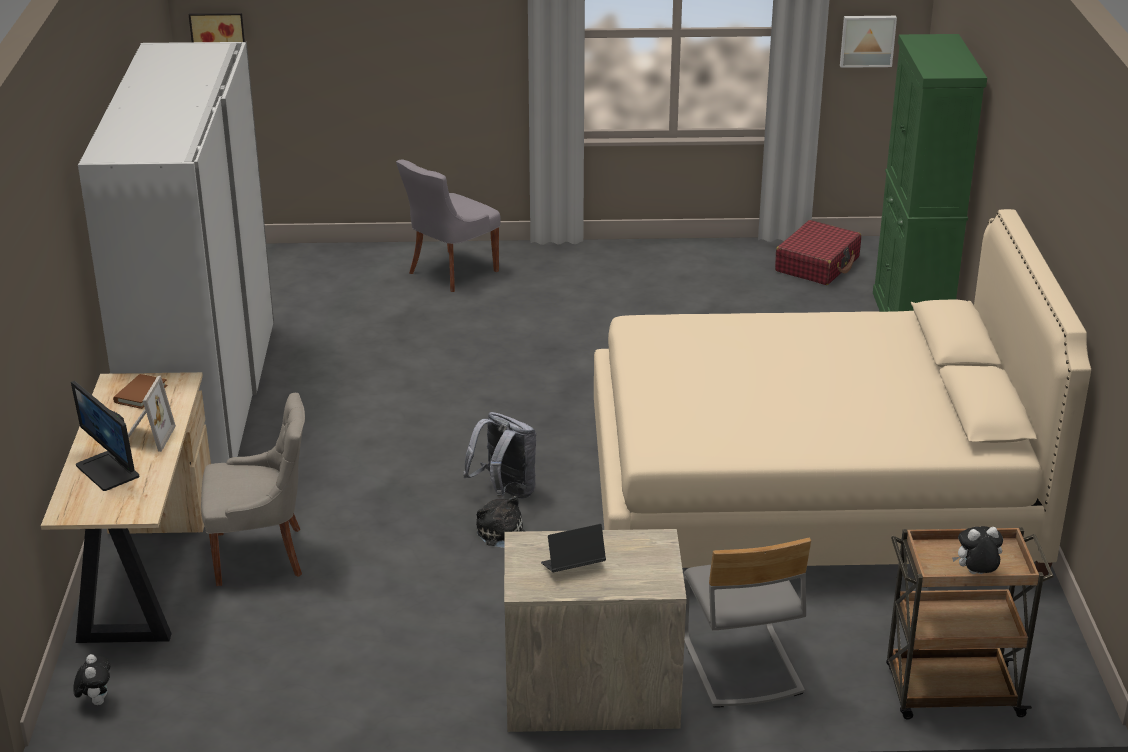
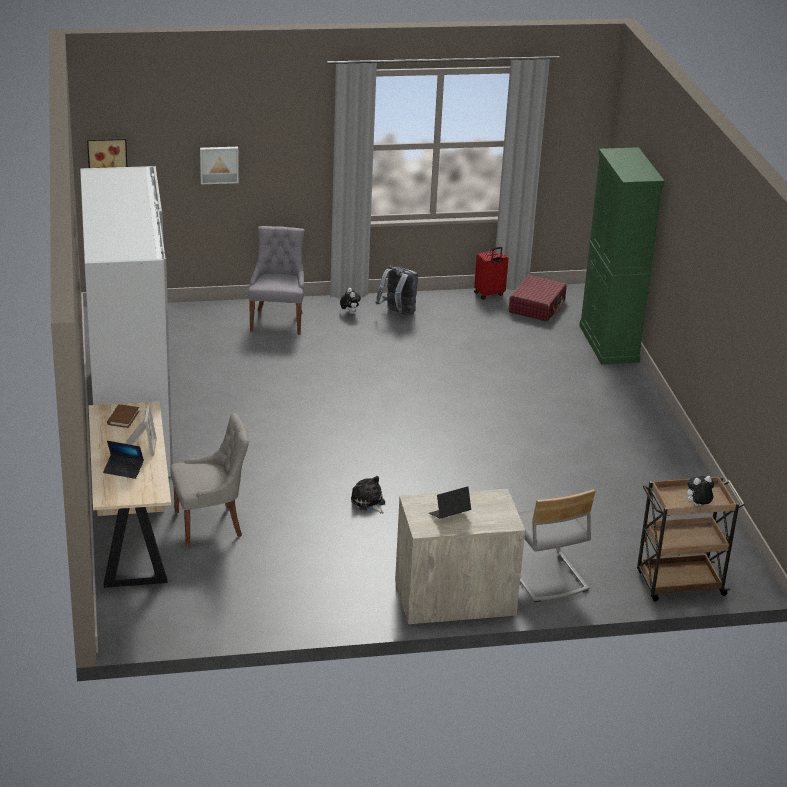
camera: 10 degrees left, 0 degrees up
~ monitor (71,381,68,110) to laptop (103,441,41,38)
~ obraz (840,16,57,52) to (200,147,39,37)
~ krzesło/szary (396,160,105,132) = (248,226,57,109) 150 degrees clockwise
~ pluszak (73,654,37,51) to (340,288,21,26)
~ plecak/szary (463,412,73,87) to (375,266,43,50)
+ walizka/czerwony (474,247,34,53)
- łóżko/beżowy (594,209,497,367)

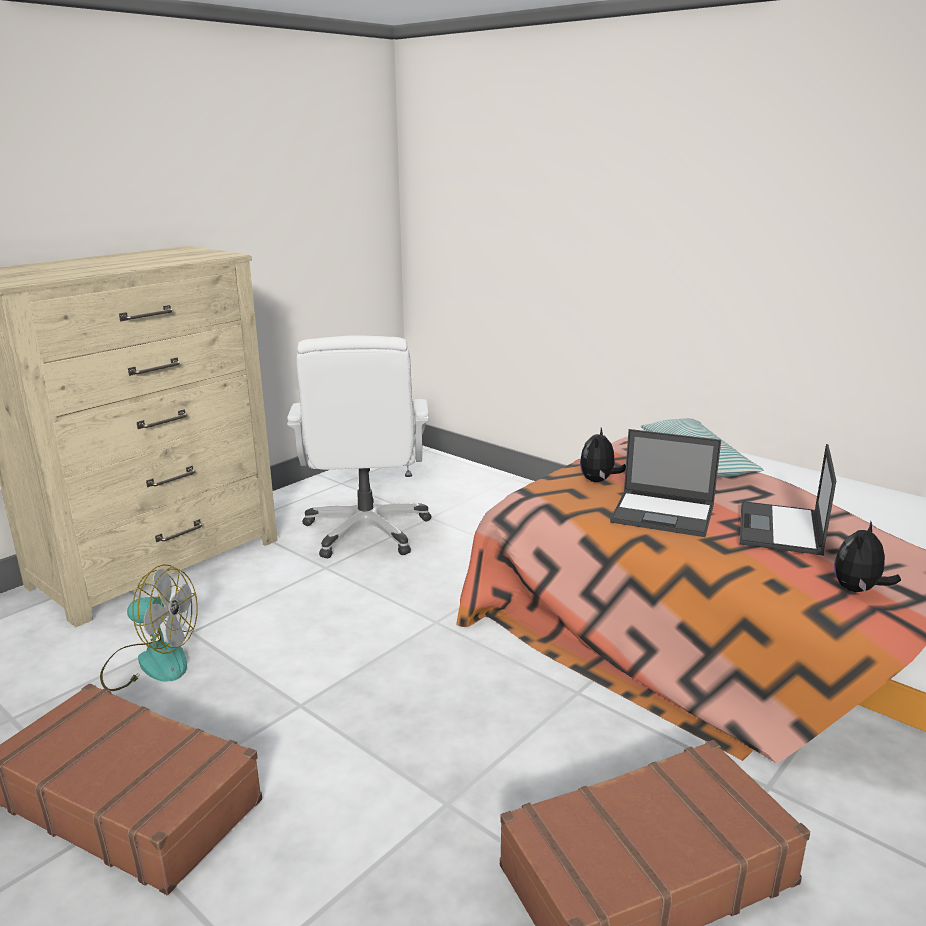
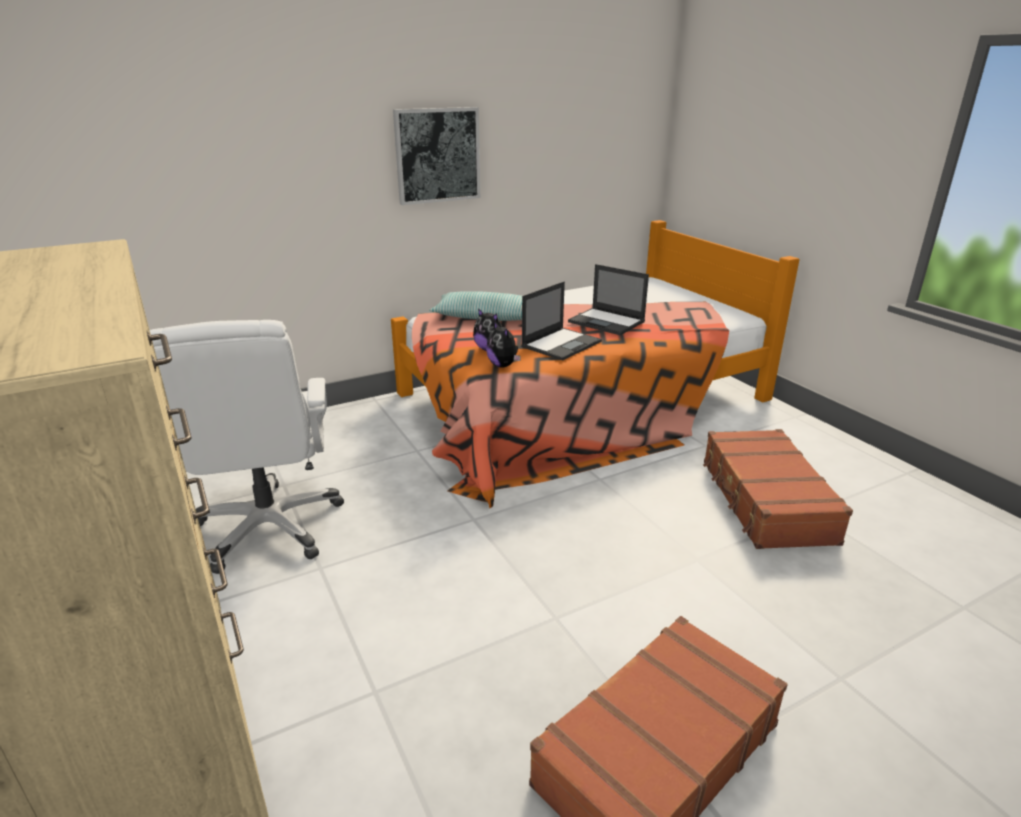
camera: 70 degrees left, 5 degrees up
~ krzesło biurowe/biały (287,335,145,223) = (150,320,194,254) 60 degrees clockwise
+ obraz (393,107,87,98)
~ pluszak (834,521,67,71) to (486,321,35,47)
- wentylator (100,564,98,127)

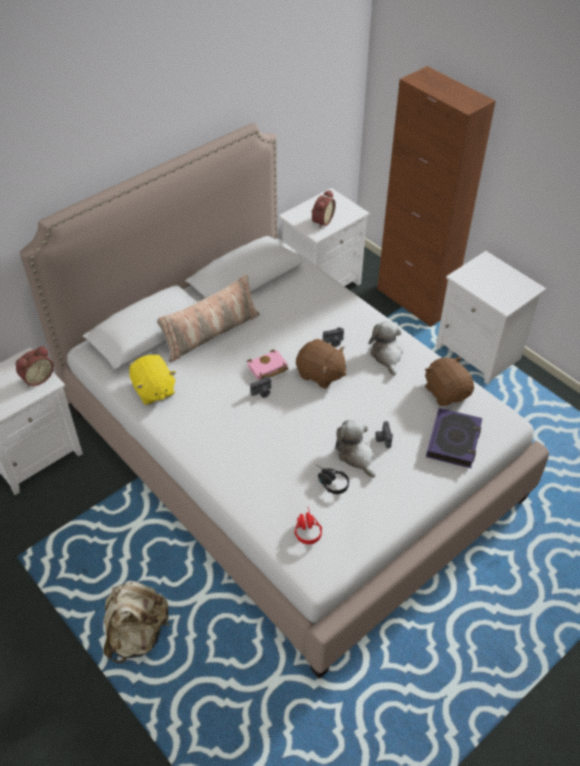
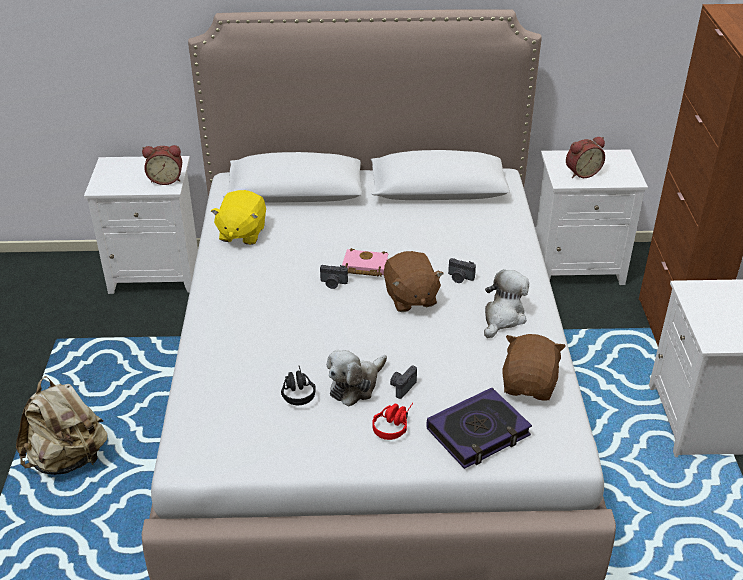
camera: 40 degrees right, 10 degrees down
~ pluszak (335,419,41,59) = (327,350,60,57) 150 degrees counterclockwise
~ słuchawki/czerwony (294,508,28,36) to (372,403,41,37)
- poduszka (157,274,103,88)

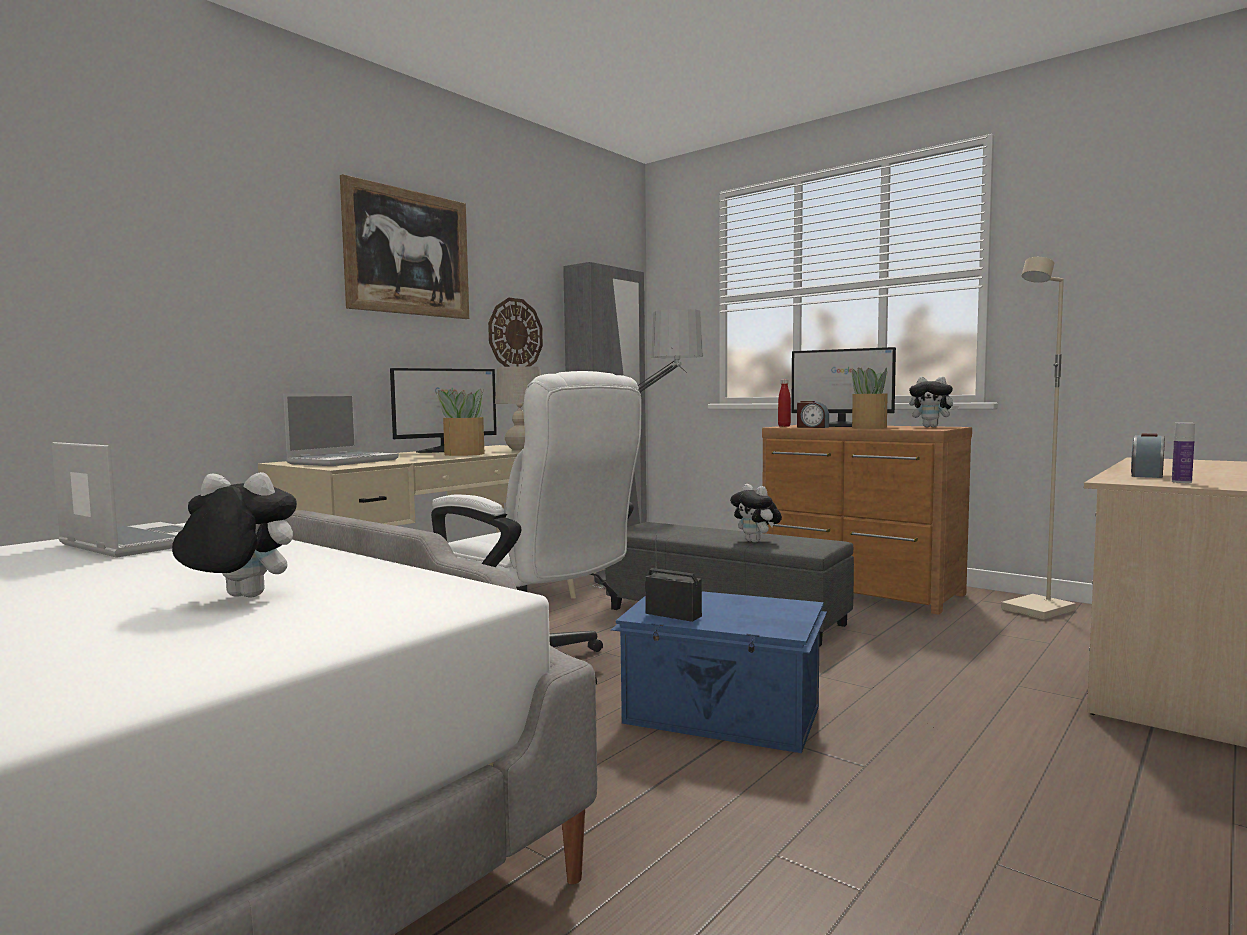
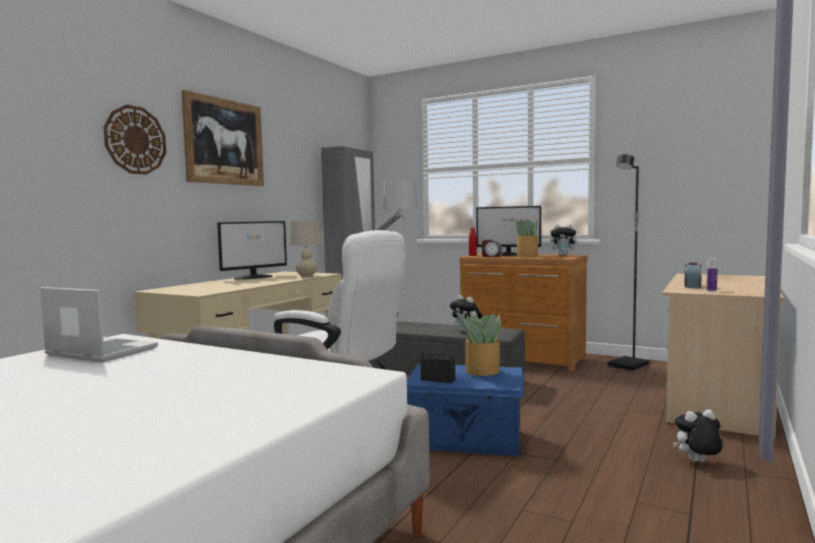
camera: 10 degrees left, 0 degrees up
~ zegar ścienny (488,298,55,69) to (104,105,62,70)
~ roślina doniczkowa (435,388,49,68) to (459,313,42,63)
~ lampa stojąca/beżowy (1001,257,75,363) to lampa stojąca/czarny (608,154,41,217)
~ pluszak (172,472,125,126) to (673,410,50,52)
- laptop (283,393,116,73)

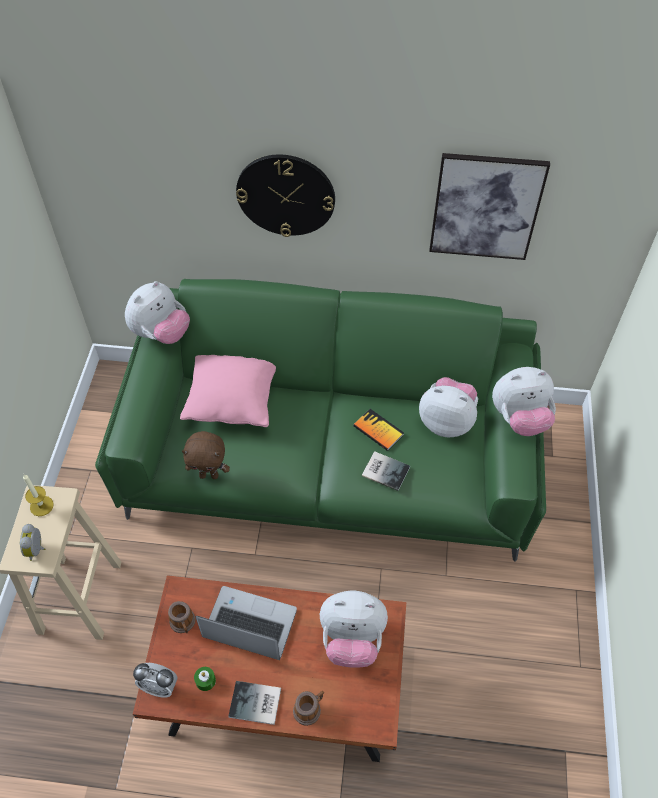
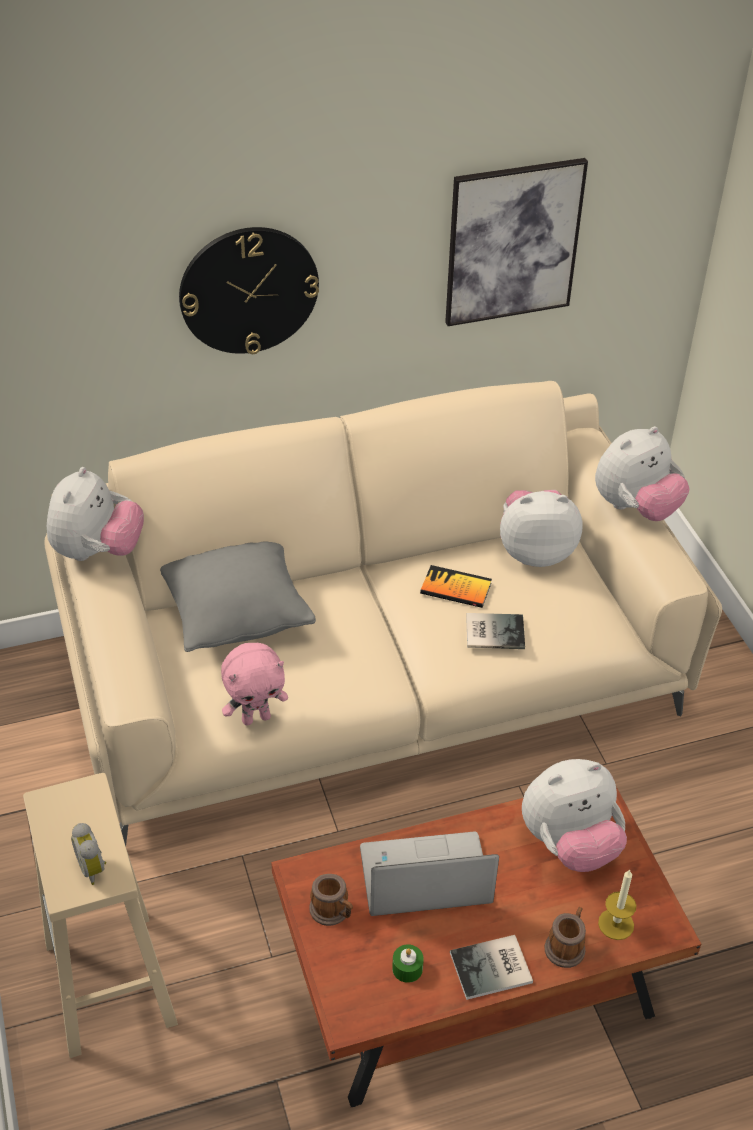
camera: 25 degrees left, 10 degrees down
~ kanapa/zielony (95,279,451,283) to kanapa/beżowy (45,381,677,465)
~ poduszka/różowy (180,355,96,72) to poduszka/szary (160,541,156,111)
~ pluszak/brązowy (182,431,48,48) to pluszak/różowy (221,643,67,82)
~ świeca (23,474,31,42) to (598,869,38,71)
- budzik (133,663,45,35)

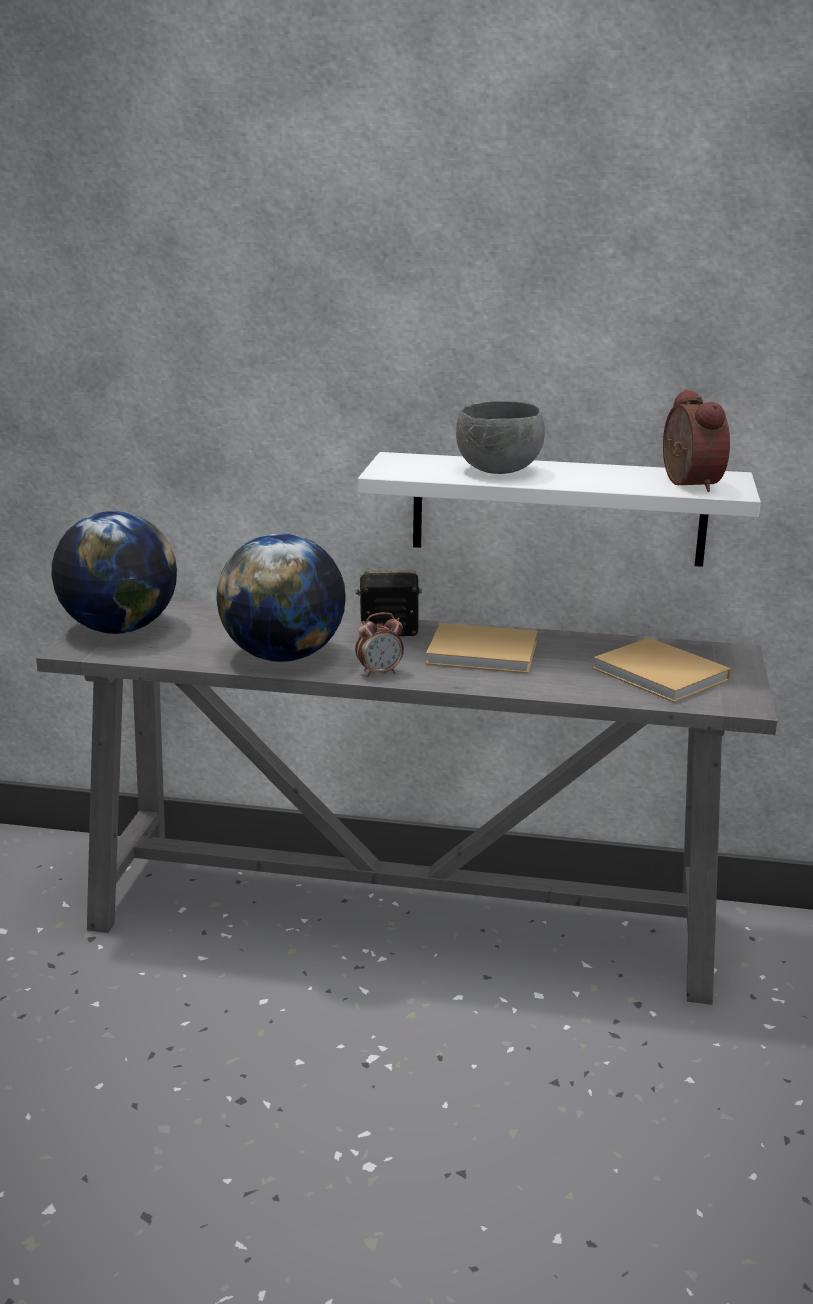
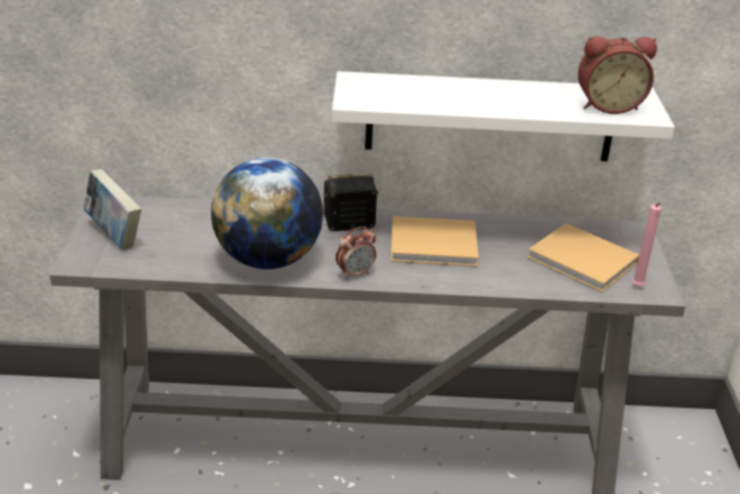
camera: 10 degrees left, 10 degrees up
~ globus (52,511,125,123) to książka (84,169,57,81)
~ budzik (663,389,67,103) = (578,36,79,78) 105 degrees clockwise
+ świeca/różowy (632,203,30,84)
- miska/szary (456,401,89,73)

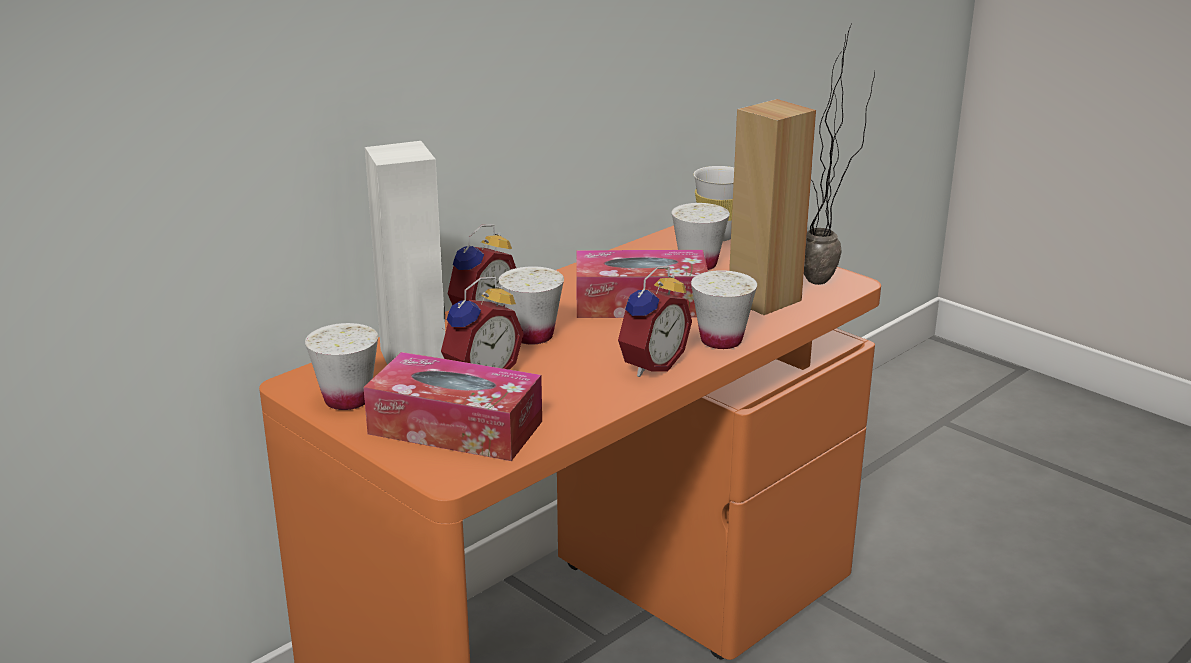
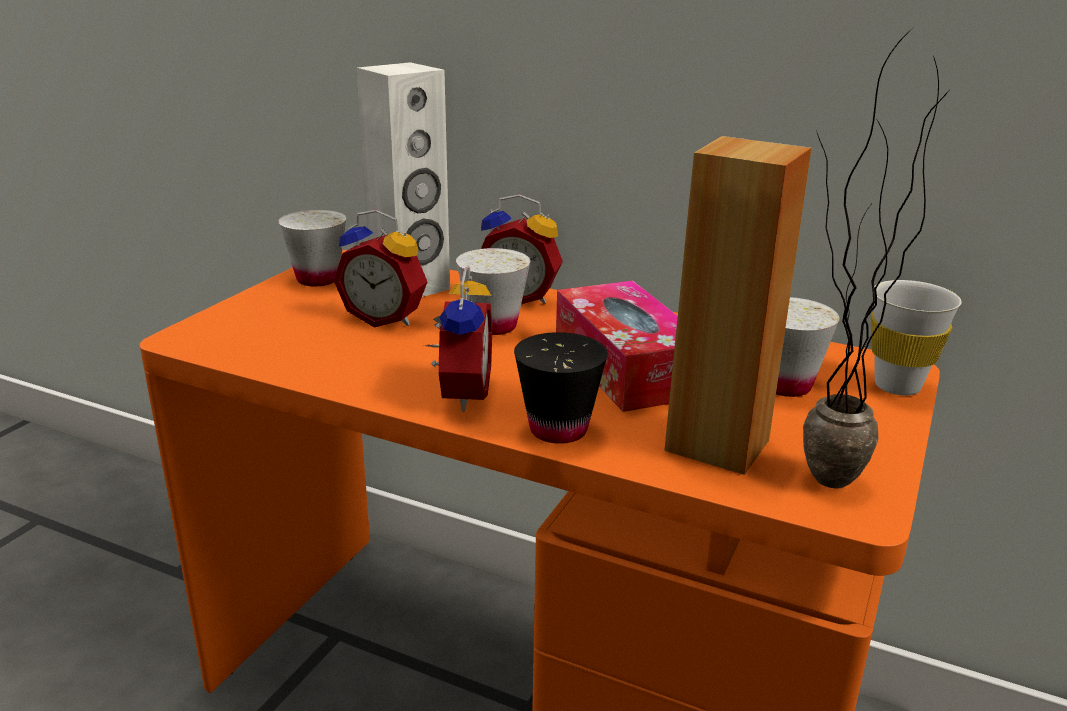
camera: 70 degrees right, 0 degrees up
~ budzik (618,266,74,111) = (427,266,65,146) 105 degrees counterclockwise
~ filiżanka/biały (691,270,66,79) to filiżanka/czarny (514,332,94,112)
- pudełko chusteczek (363,352,179,109)

